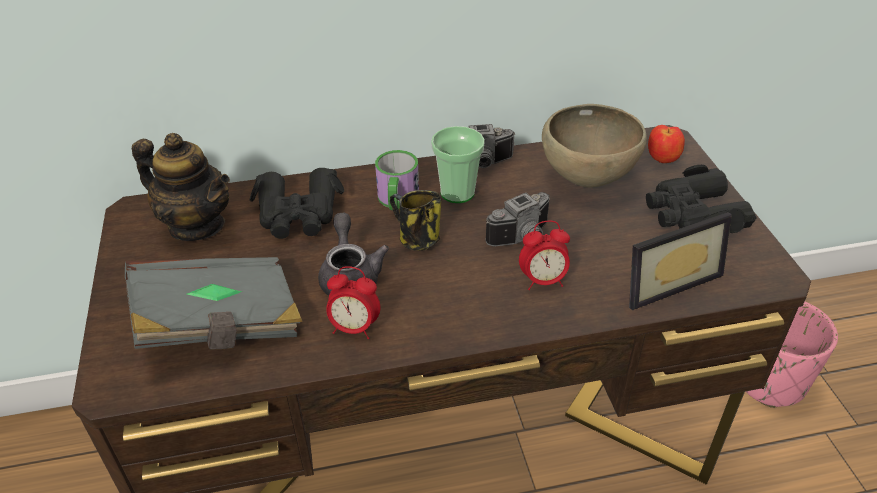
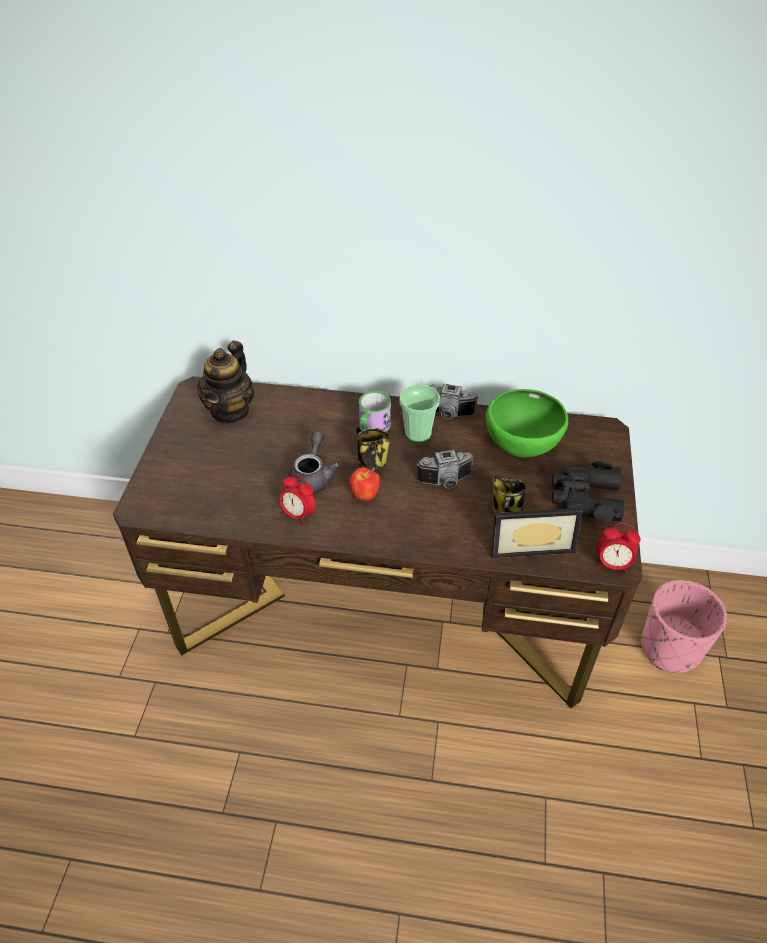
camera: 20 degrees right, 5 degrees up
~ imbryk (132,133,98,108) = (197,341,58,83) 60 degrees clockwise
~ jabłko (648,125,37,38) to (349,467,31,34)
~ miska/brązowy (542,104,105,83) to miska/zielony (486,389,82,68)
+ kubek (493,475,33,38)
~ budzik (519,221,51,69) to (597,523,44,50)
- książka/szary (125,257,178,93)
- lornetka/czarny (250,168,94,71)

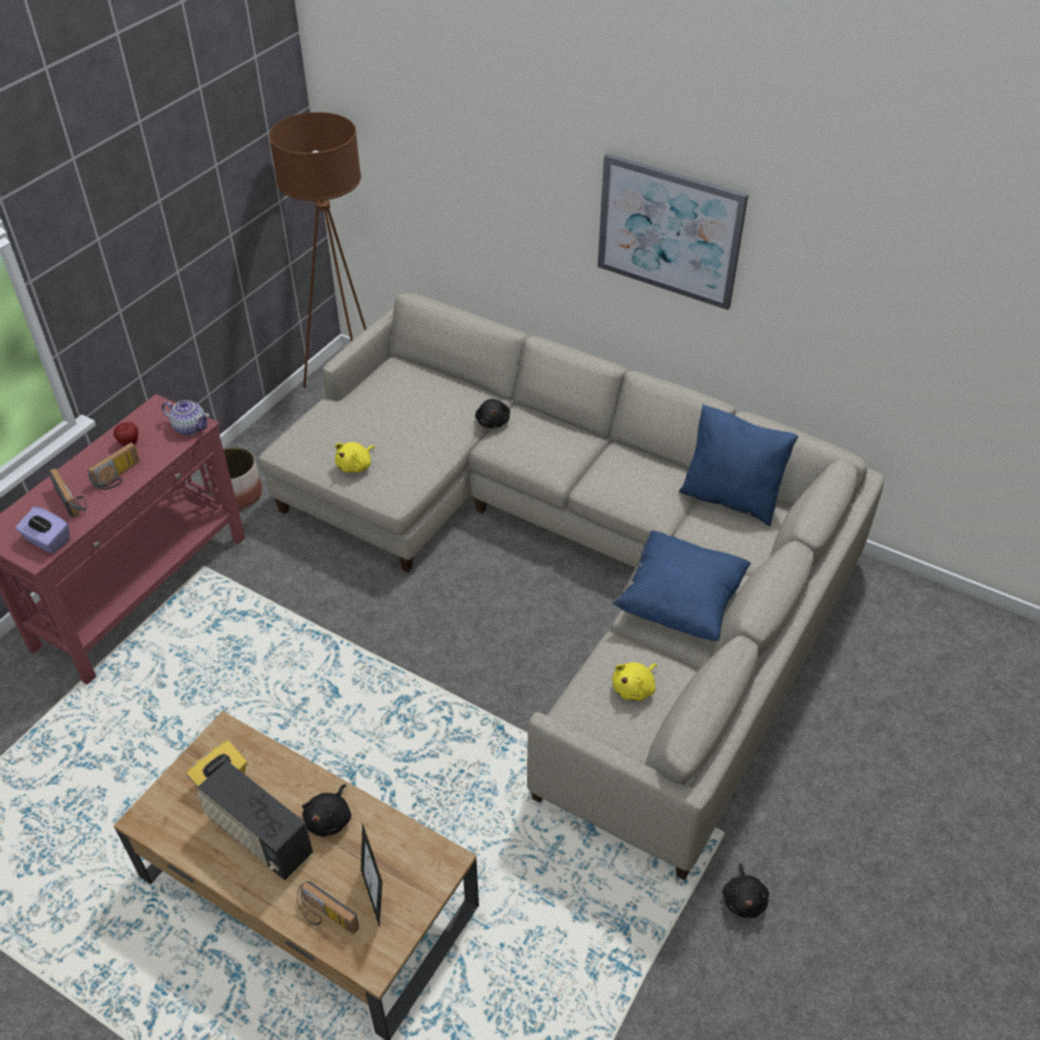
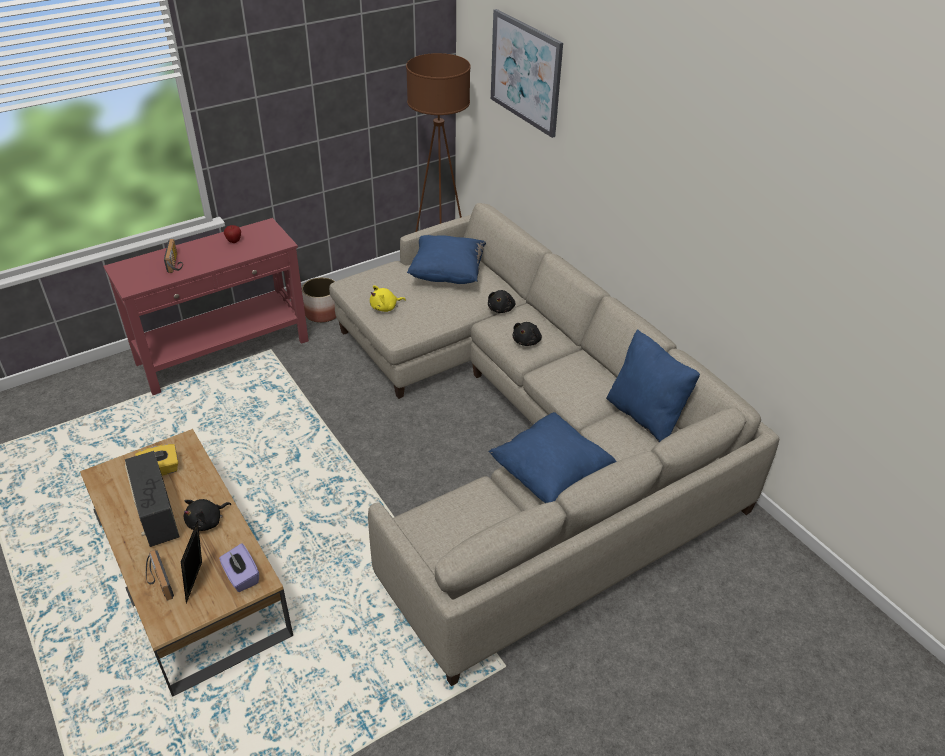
camera: 25 degrees right, 5 degrees down
~ pudełko chusteczek/fioletowy (15,507,55,47) to (219,543,40,49)
+ poduszka/niebieski (407,235,79,49)
~ obraz (598,154,150,156) to (491,9,72,129)
~ pluszak/czarny (722,864,47,55) to (512,322,30,24)
- radio (88,443,52,47)
- imbryk (162,400,48,35)
- pluszak/żółty (612,662,45,39)

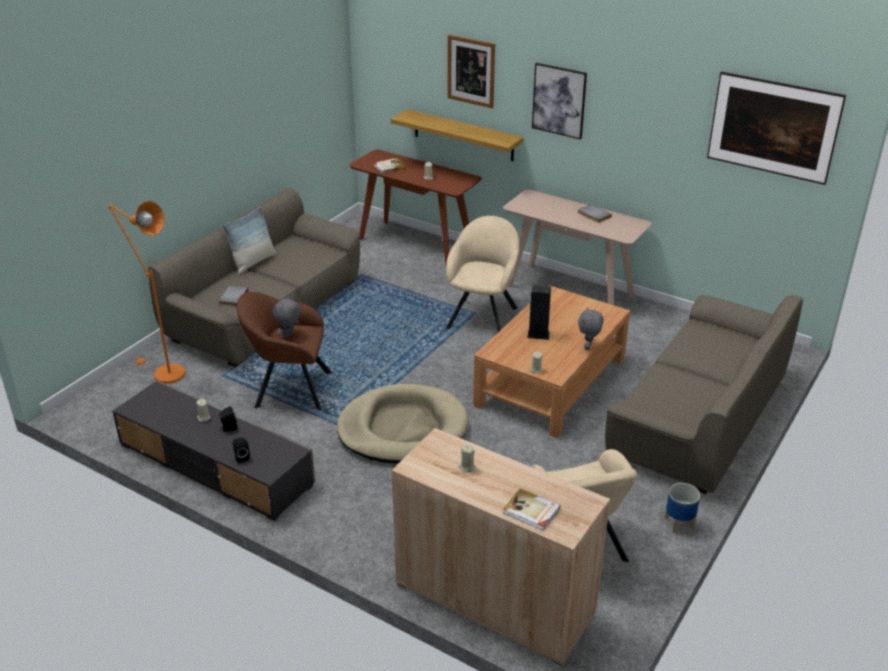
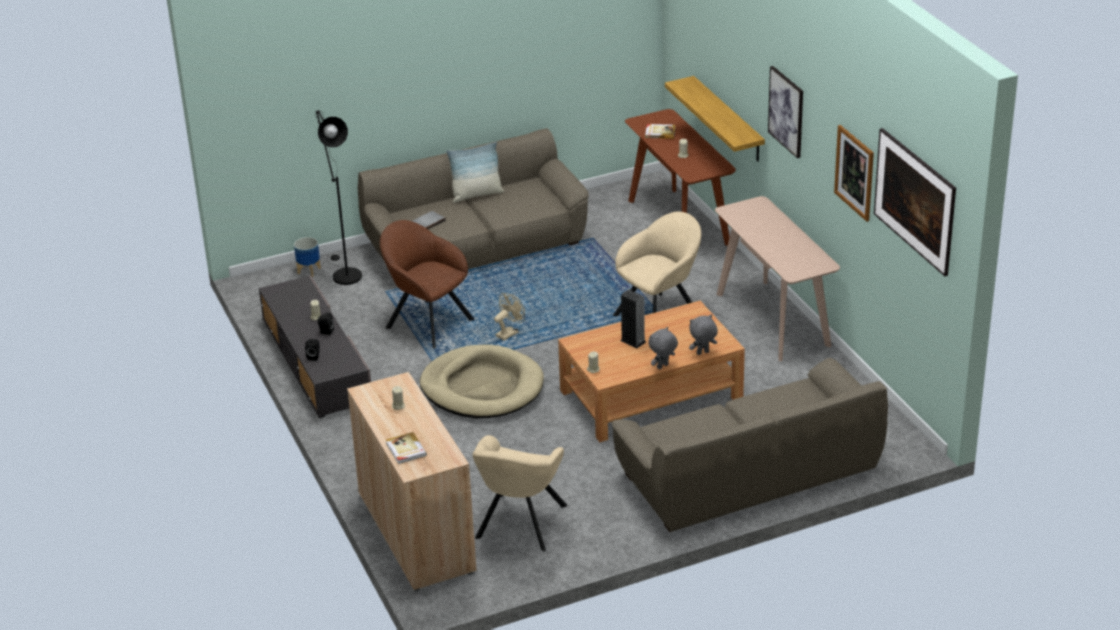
camera: 35 degrees right, 0 degrees up
~ donica (665,483,35,50) to (294,237,27,40)
~ lampa stojąca/pomarańczowy (108,201,78,183) to lampa stojąca/czarny (315,110,47,175)
+ wentylator/beżowy (494,293,31,47)
~ pluszak/szary (273,296,28,42) to (689,315,29,40)
~ obraz (448,35,47,73) to (834,125,40,97)
- książka/szary (578,204,34,19)

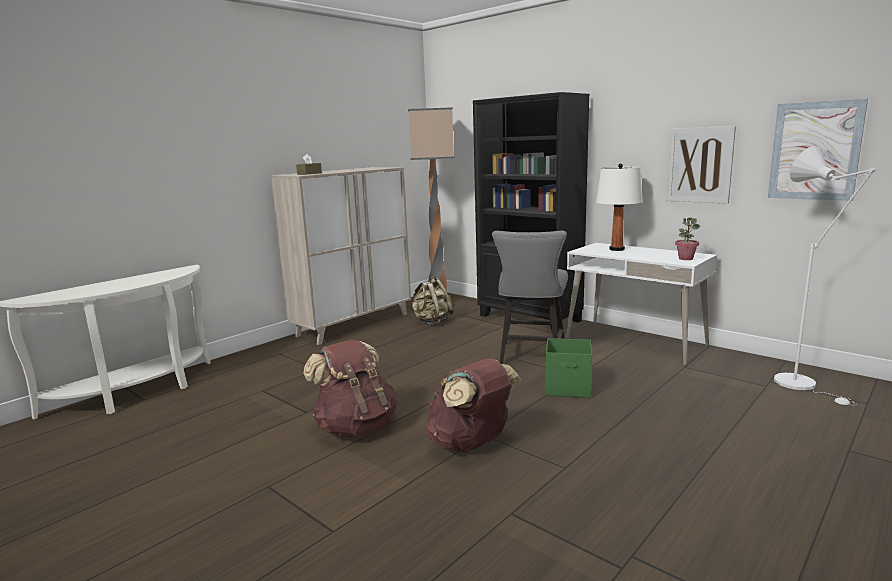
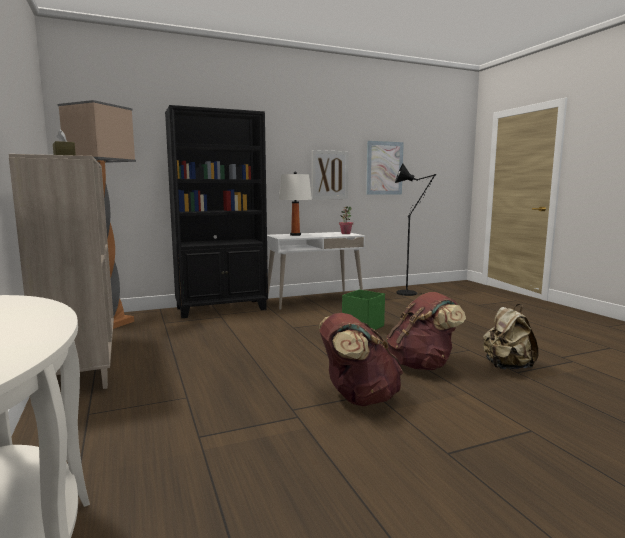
camera: 65 degrees left, 5 degrees down
~ lampa stojąca/biały (774,146,102,260) to lampa stojąca/czarny (395,164,41,132)
~ plecak/beżowy (410,276,44,49) to (483,304,56,65)
- krzesło/szary (492,231,76,133)

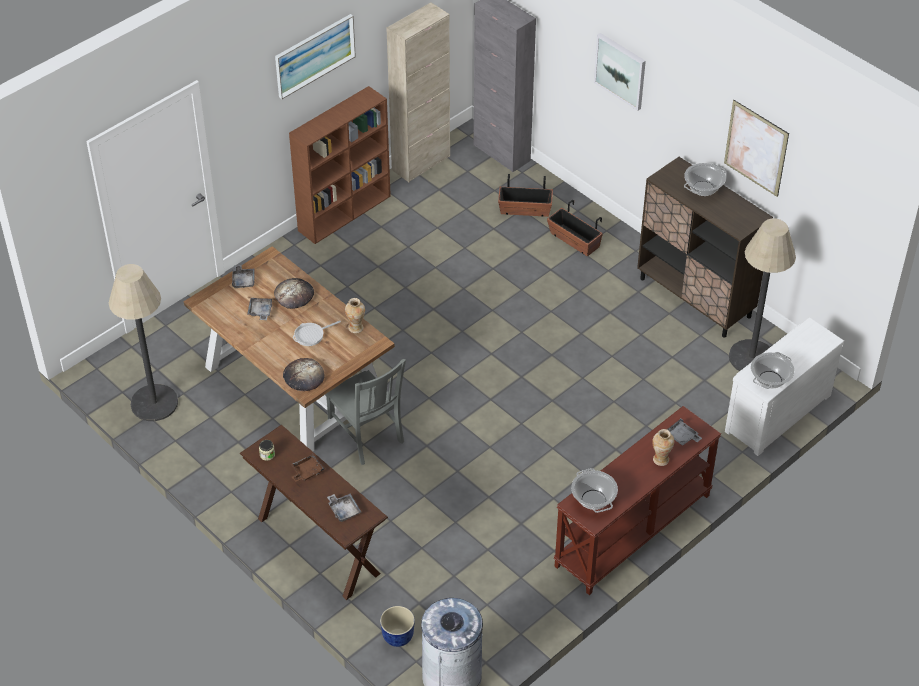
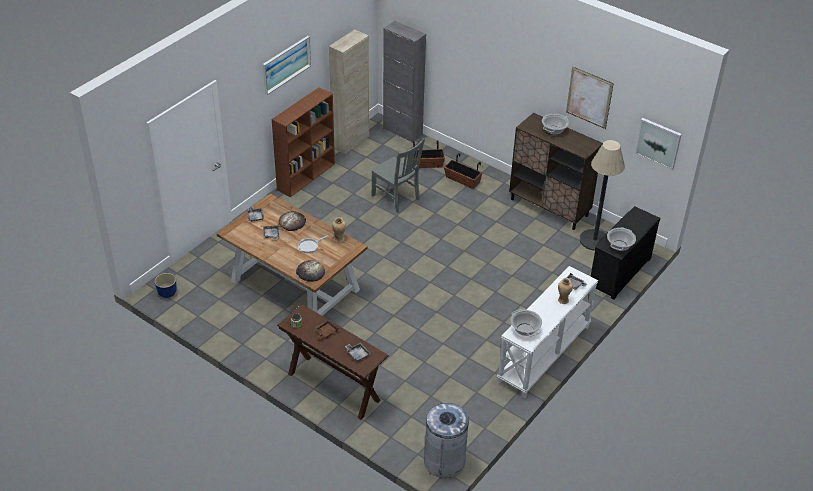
camera: 10 degrees left, 5 degrees down
~ donica (380,606,35,41) to (154,273,23,25)
~ krzesło/szary (326,359,80,106) to (371,138,54,75)
~ stolik konsolowy/brązowy (553,406,168,189) to stolik konsolowy/biały (497,266,101,132)
~ komoda/biały (725,317,119,139) to komoda/czarny (591,206,70,94)
~ obraz (594,33,52,78) to (634,118,48,52)
- lampa stojąca (109,264,69,157)

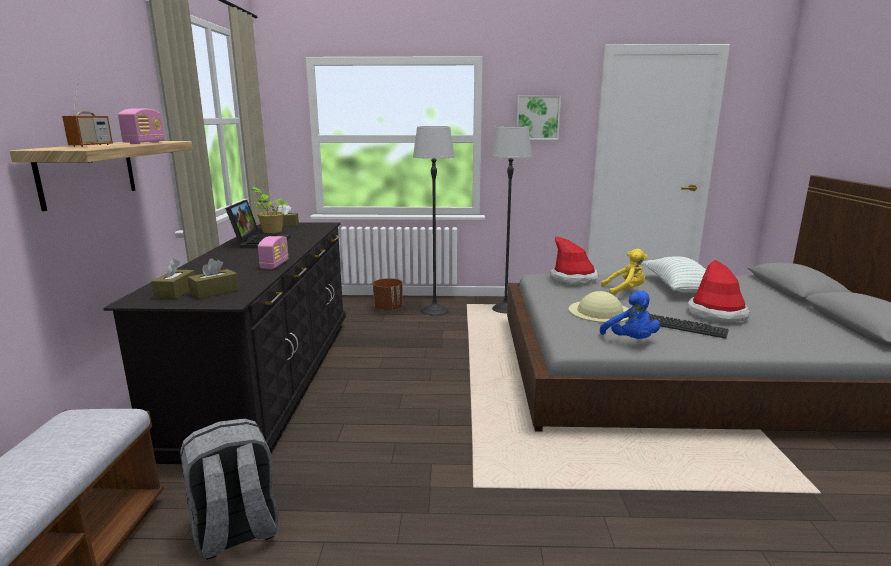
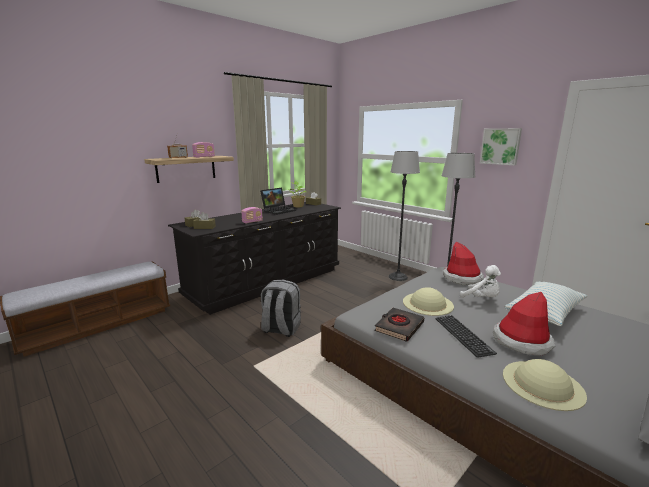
camera: 45 degrees right, 0 degrees up
~ plecak/szary (180,419,99,141) to (261,279,40,58)
~ pluszak/niebieski (600,291,60,48) to książka/czarny (374,308,50,34)
~ pluszak/żółty (601,249,47,46) to pluszak/biały (460,265,41,33)
+ kapelusz/beżowy (503,359,84,52)
- donica/brązowy (373,278,30,33)

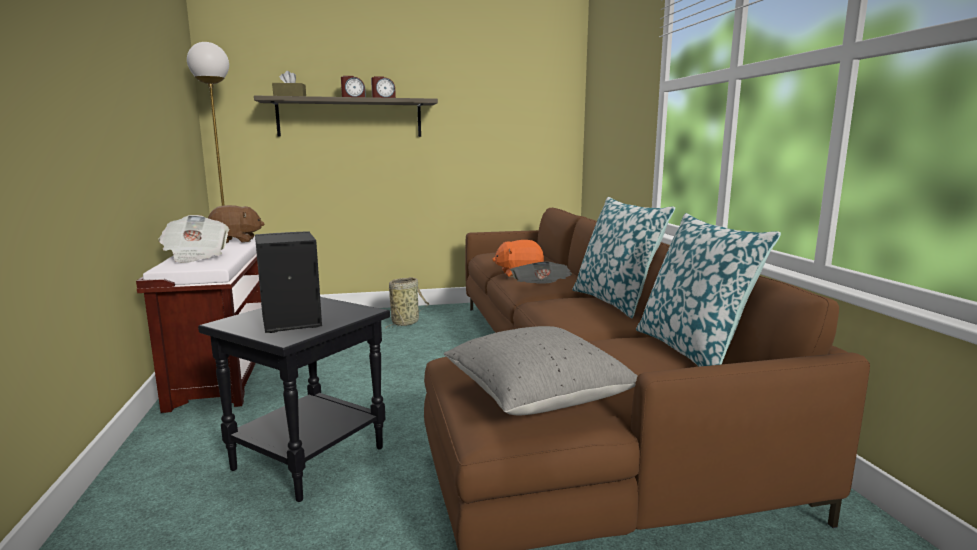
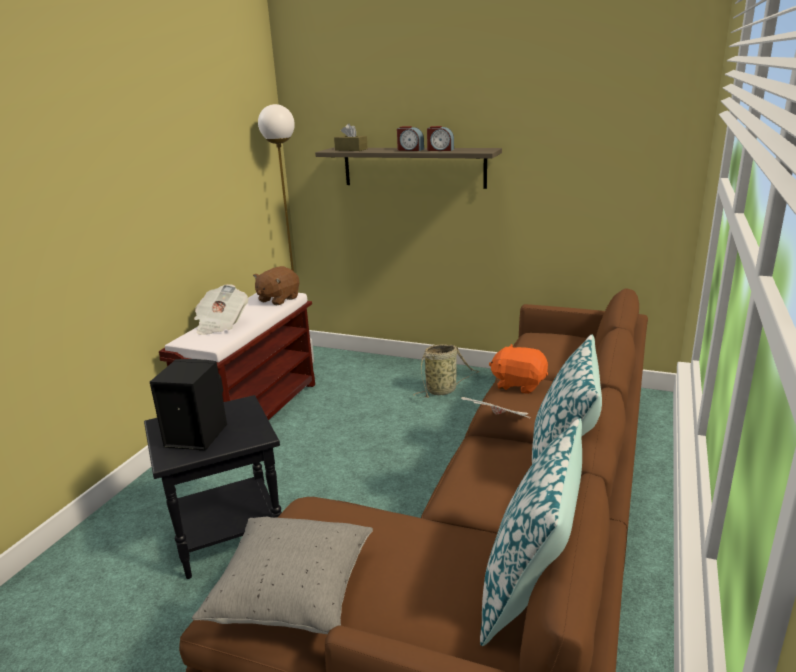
camera: 35 degrees right, 10 degrees up
~ pluszak/brązowy (208,205,56,38) = (253,266,46,39) 105 degrees clockwise

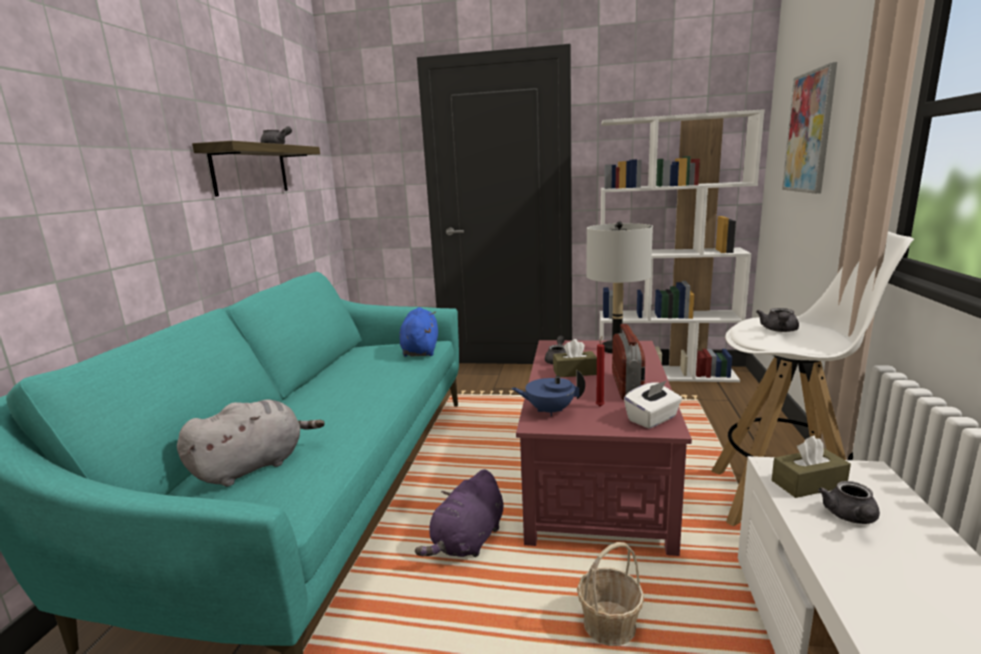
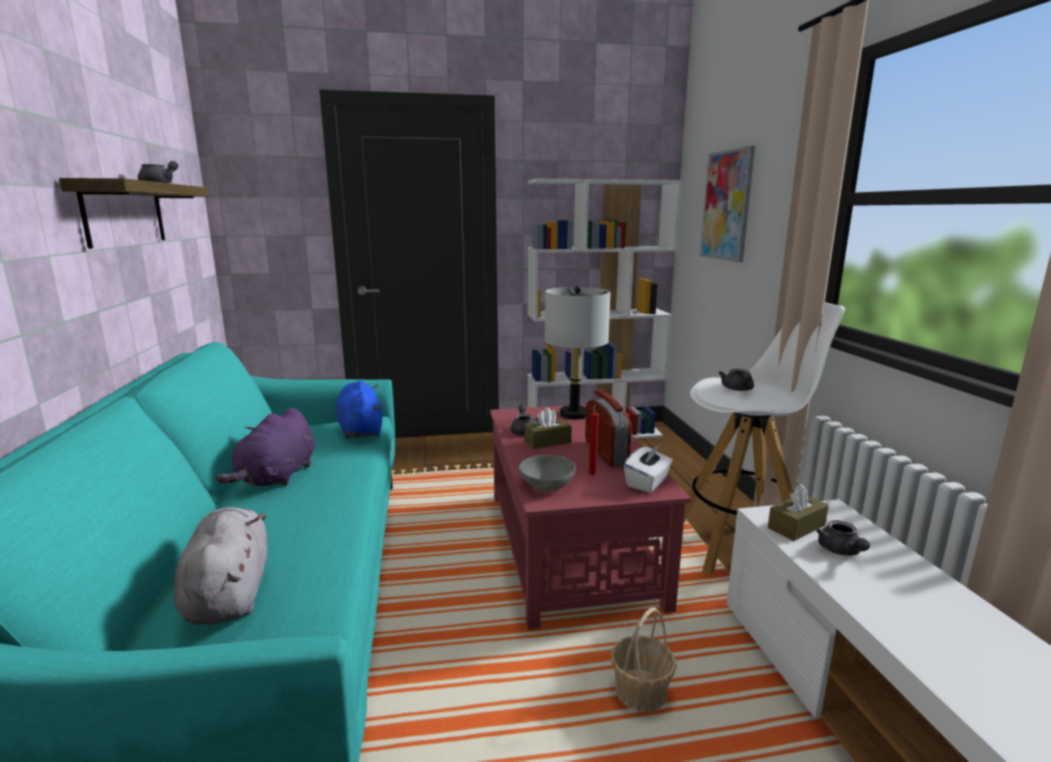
camera: 20 degrees left, 0 degrees up
~ pluszak/szary (177,399,148,88) = (174,507,94,117) 45 degrees counterclockwise
~ pluszak/fioletowy (415,469,89,88) to (216,408,99,78)
~ imbryk/niebieski (511,370,74,46) to miska/szary (519,455,57,36)

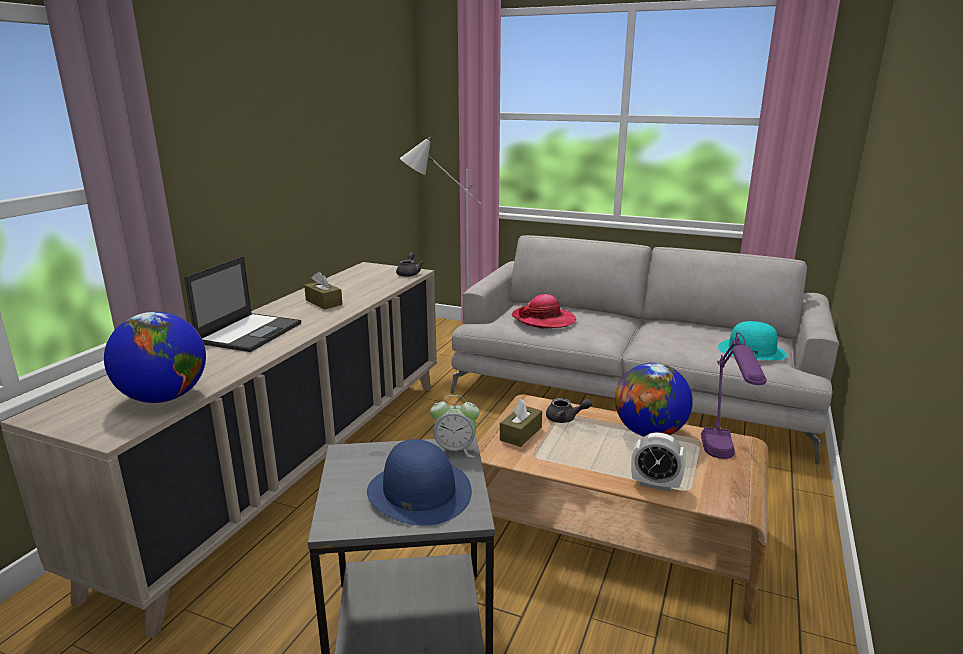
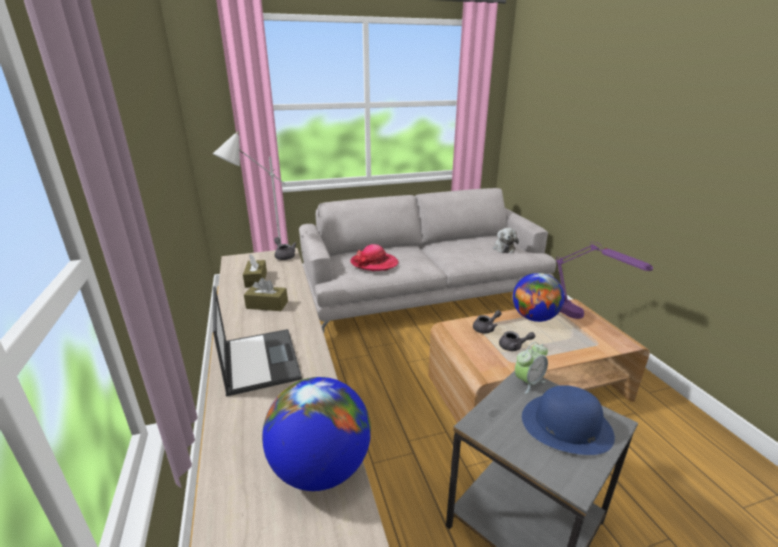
camera: 40 degrees left, 5 degrees up
~ pudełko chusteczek/brązowy (500,398,42,49) to (243,254,24,34)
~ kapelusz/turkusowy (718,321,69,39) to pluszak (493,228,26,25)
+ imbryk/szary (499,331,37,20)
- budzik (631,432,55,60)

